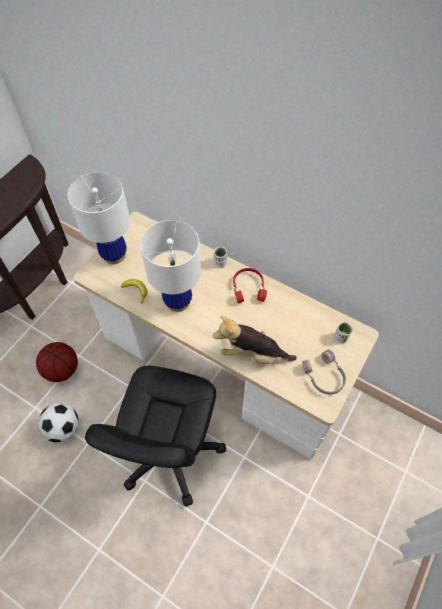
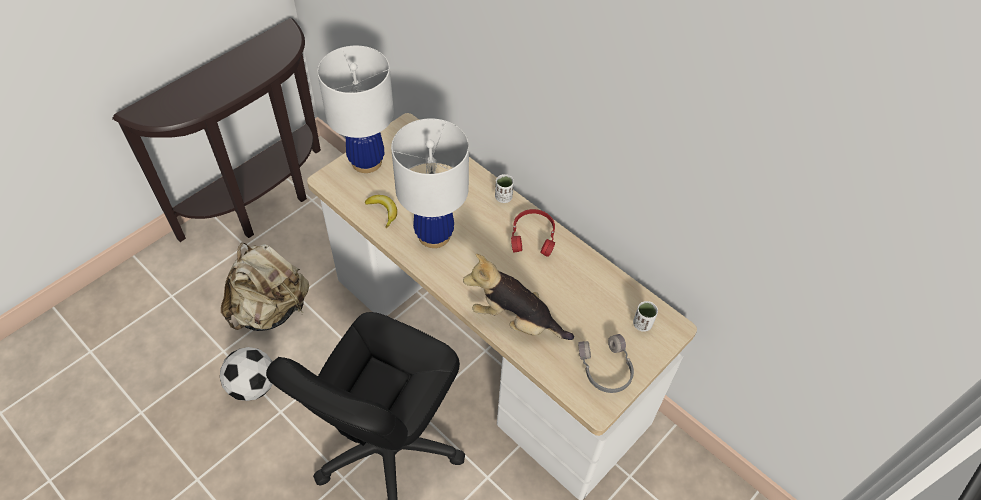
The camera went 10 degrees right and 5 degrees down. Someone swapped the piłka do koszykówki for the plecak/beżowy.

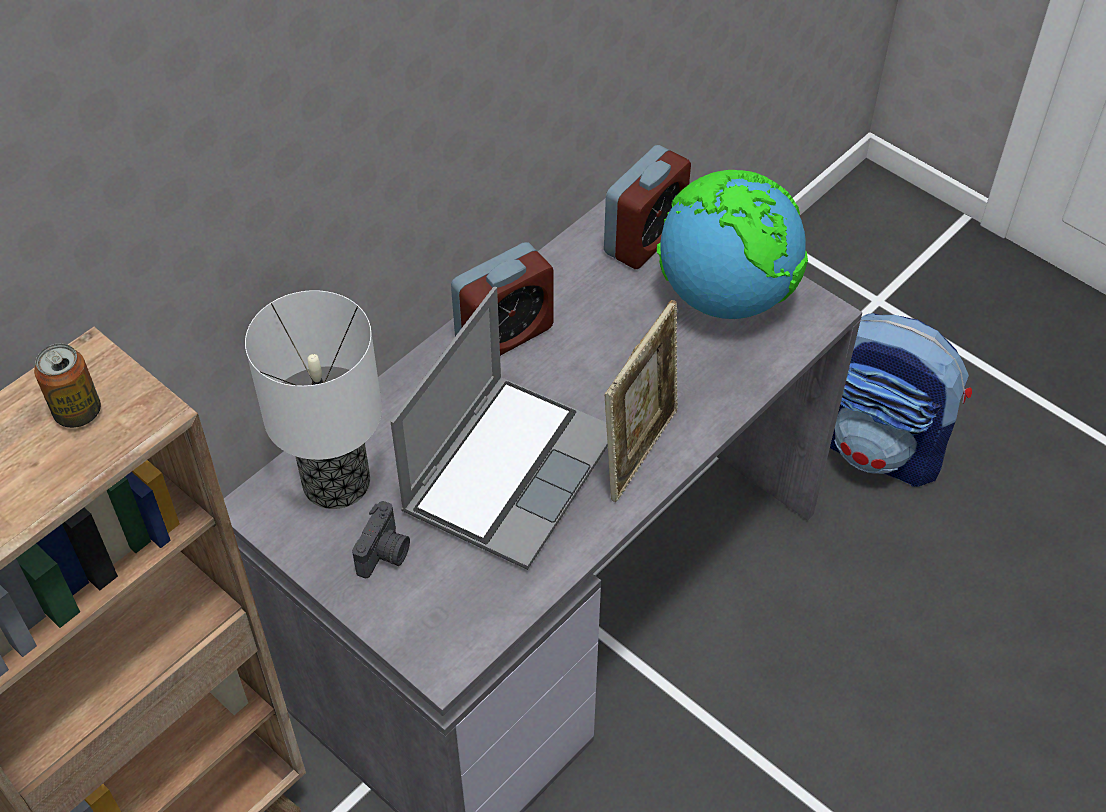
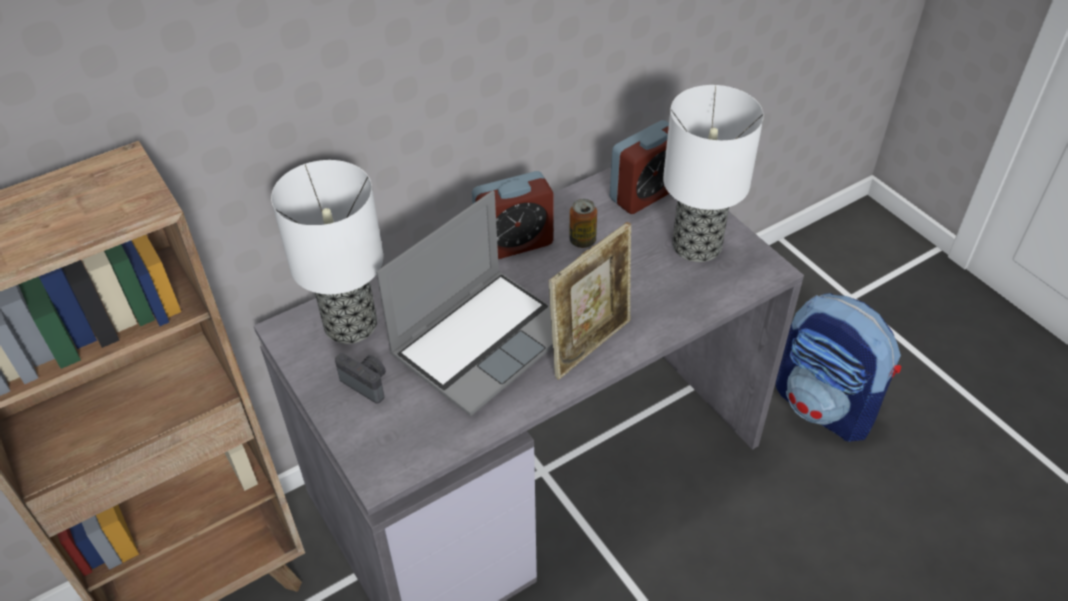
The camera went 15 degrees right and 5 degrees down. Someone rotated the aparat fotograficzny by 90 degrees counterclockwise. Someone carried the puszka. Someone swapped the globus for the lampa stołowa (2nd from left).

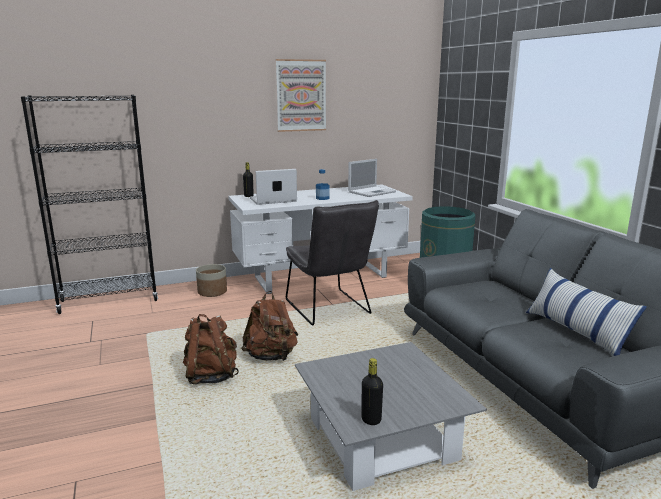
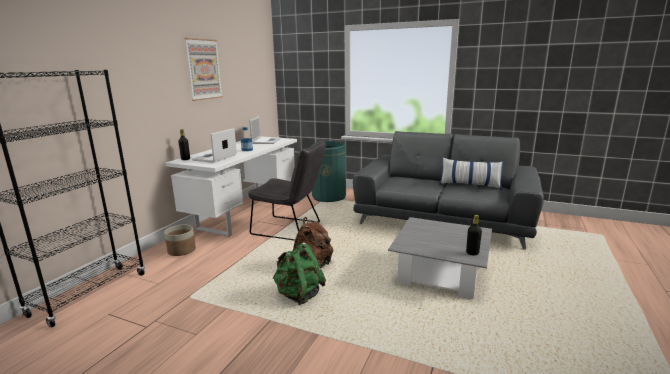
The camera went 45 degrees left and 0 degrees up. Someone repainted the plecak/brązowy (1st from left), which became the plecak/zielony.

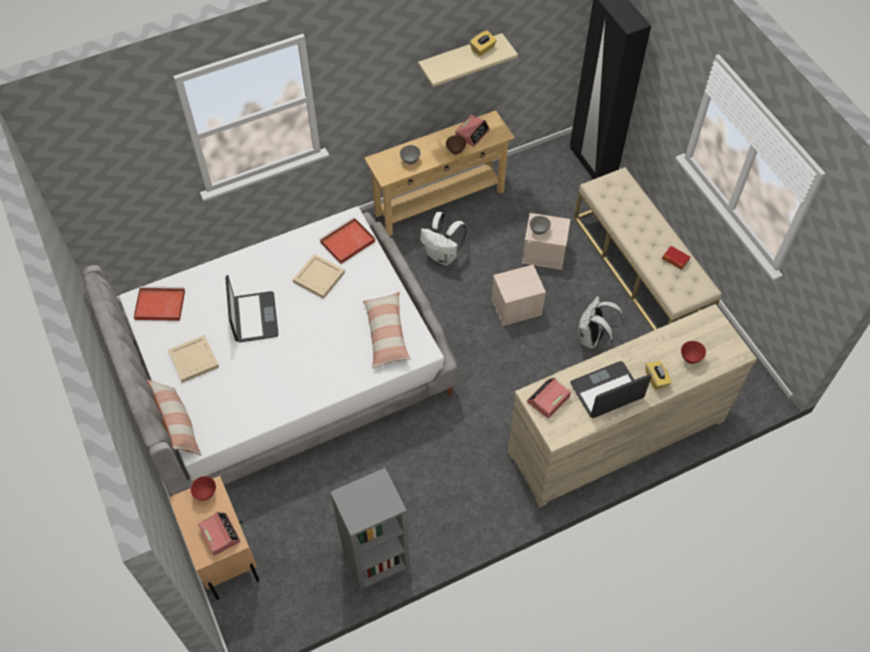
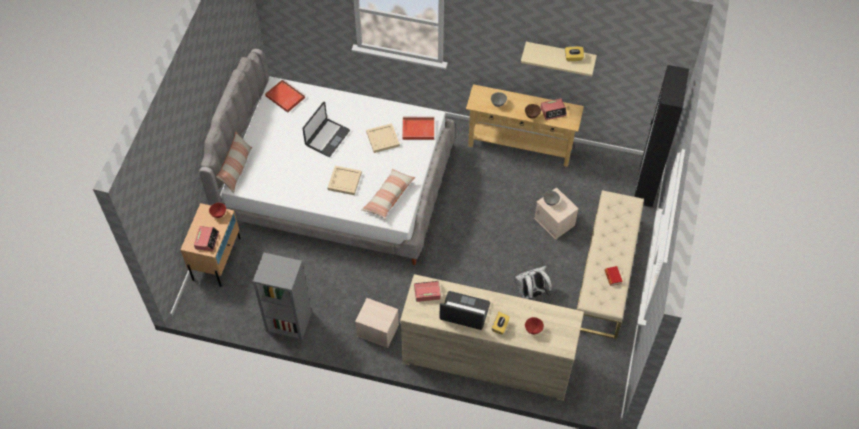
The camera went 40 degrees right and 0 degrees up. Someone carried the taca/beżowy (1st from left). Someone carried the pojemnik do przechowywania/beżowy (1st from left). Someone took away the plecak/biały (1st from left).

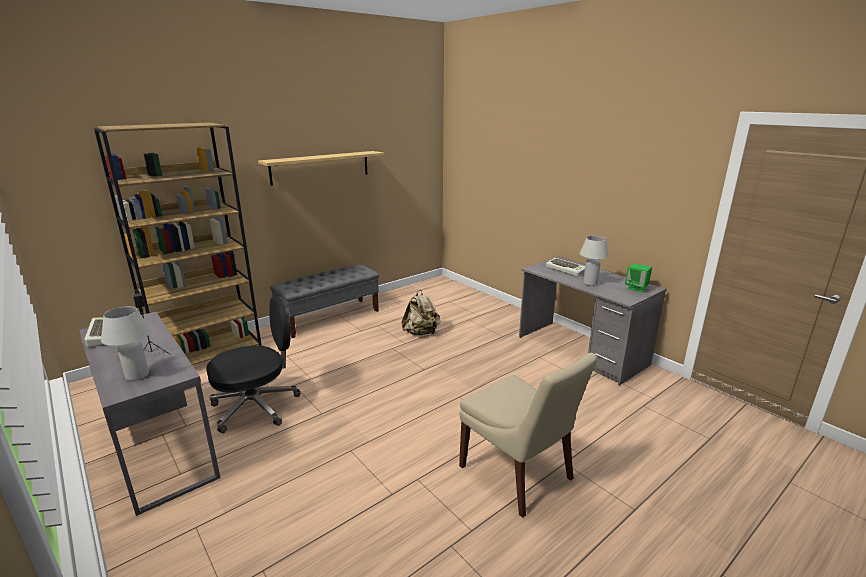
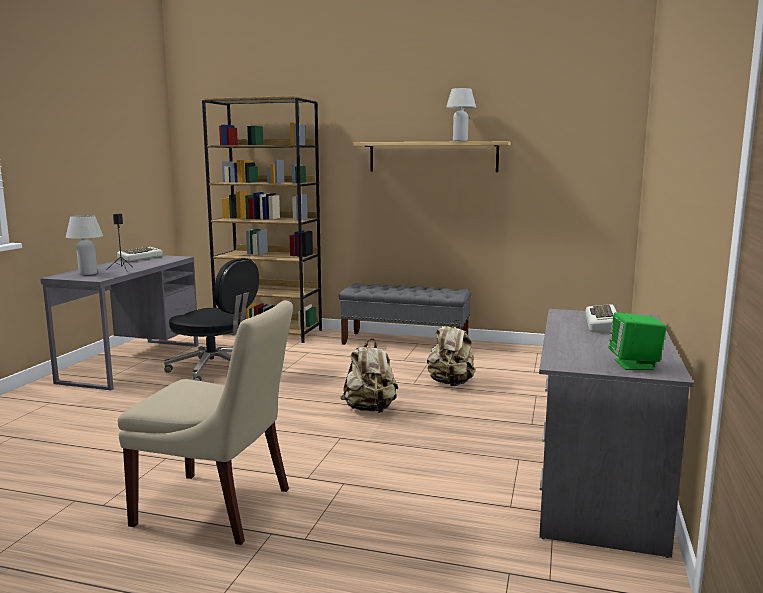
The camera went 55 degrees right and 10 degrees down. Someone rotated the krzesło/beżowy by 90 degrees counterclockwise. Someone put down the plecak/beżowy (1st from left). Someone carried the lampa stołowa/biały (2nd from left).

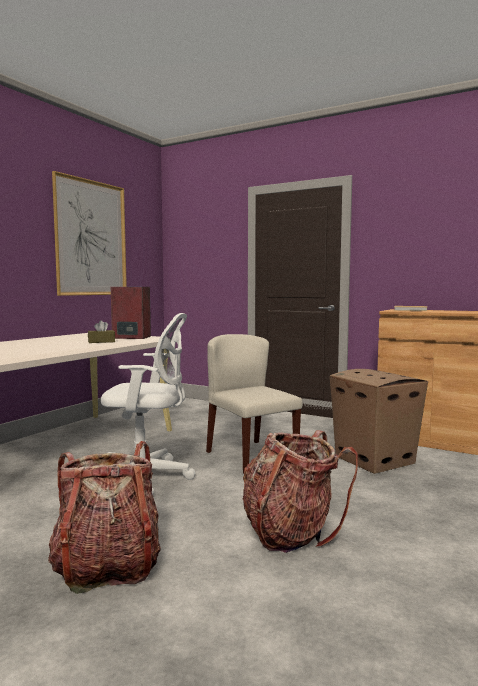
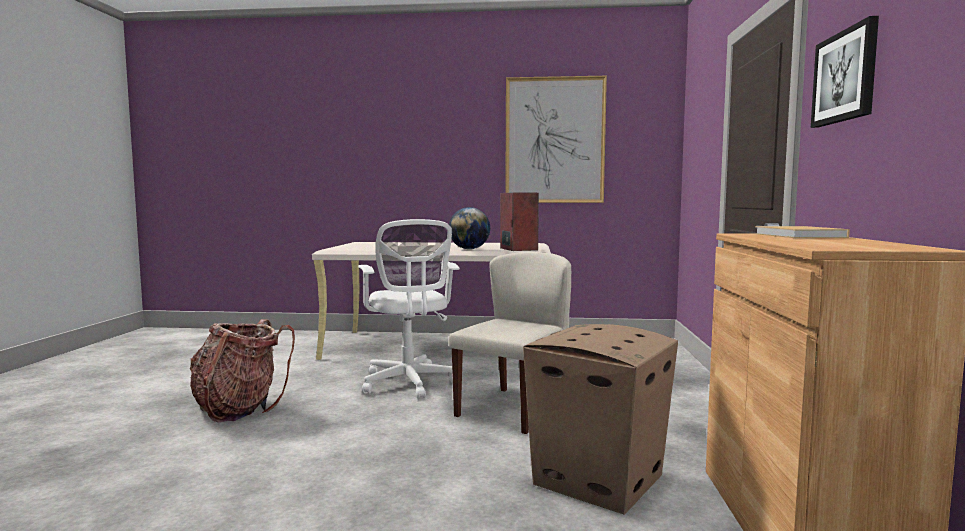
The camera went 65 degrees right and 0 degrees up. Someone swapped the pudełko chusteczek/brązowy for the globus. Someone put up the obraz (2nd from left). Someone took away the plecak (2nd from left).

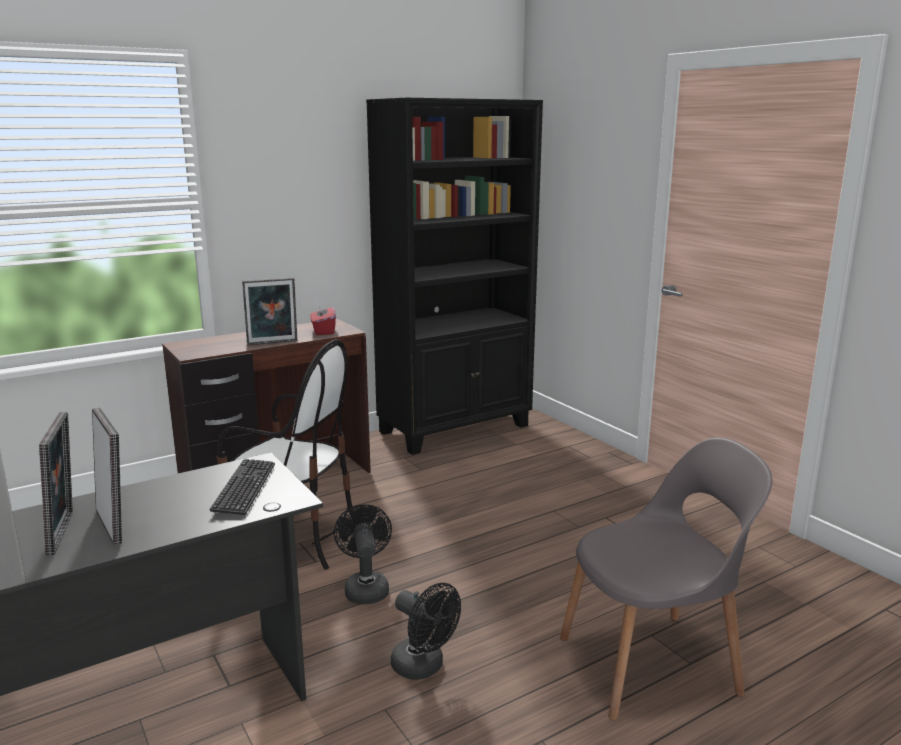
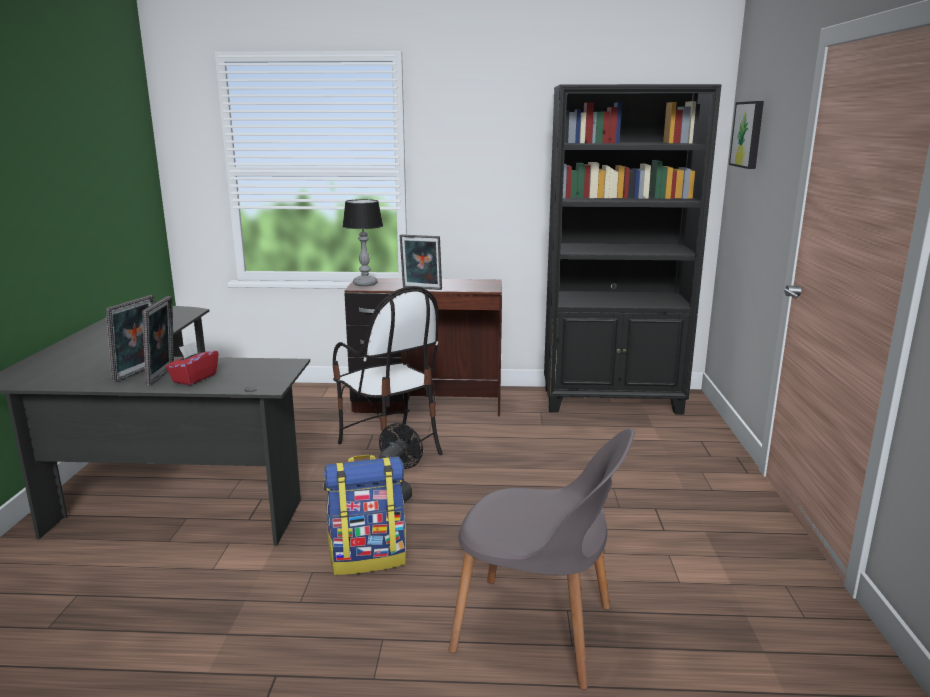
The camera went 35 degrees right and 0 degrees up. Someone carried the pudełko chusteczek/czerwony. Someone swapped the wentylator/czarny (2nd from left) for the plecak. Someone put down the lampa stołowa. Someone put up the obraz. Someone took away the klawiatura.

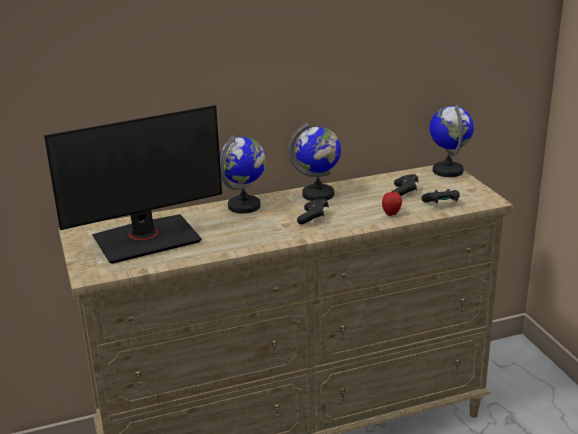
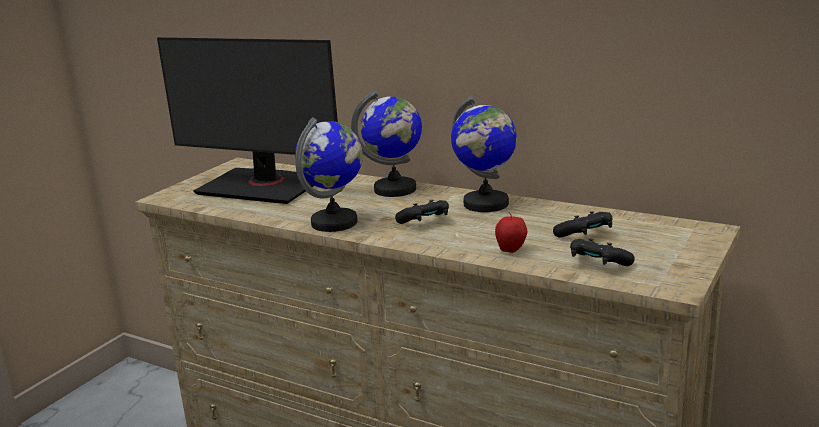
The camera went 50 degrees right and 5 degrees down. Someone carried the globus (3rd from left in the first image).

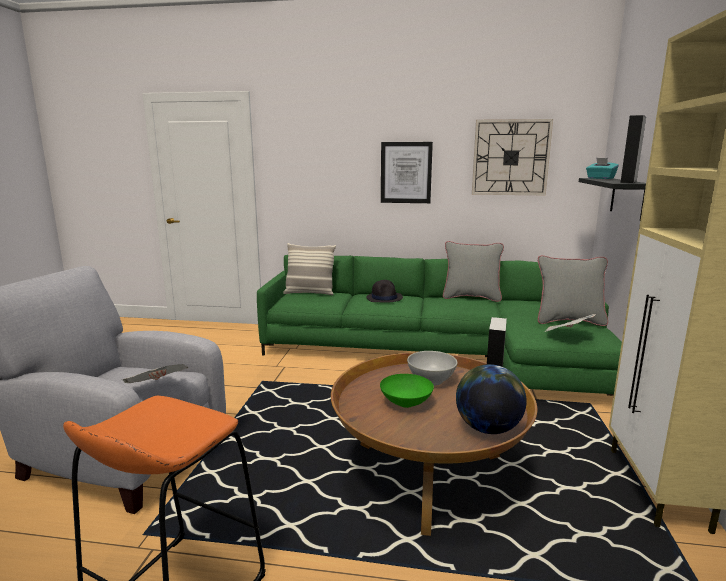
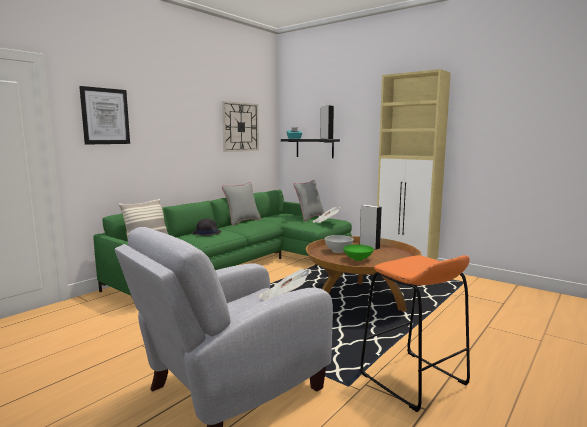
The camera went 60 degrees left and 5 degrees down. Someone carried the obraz. Someone took away the globus.

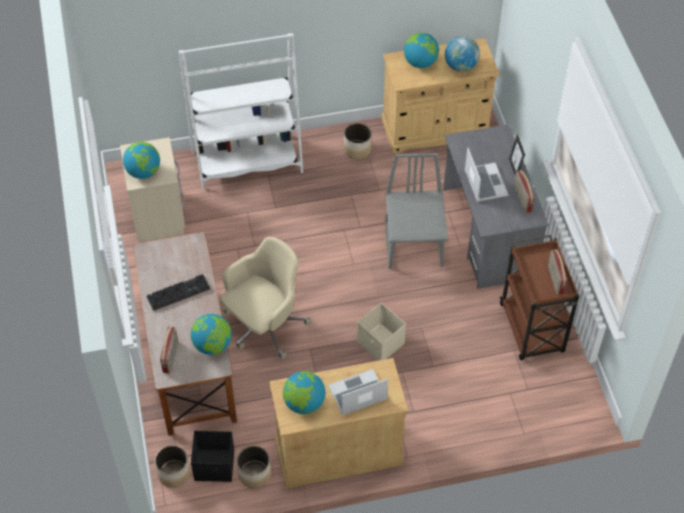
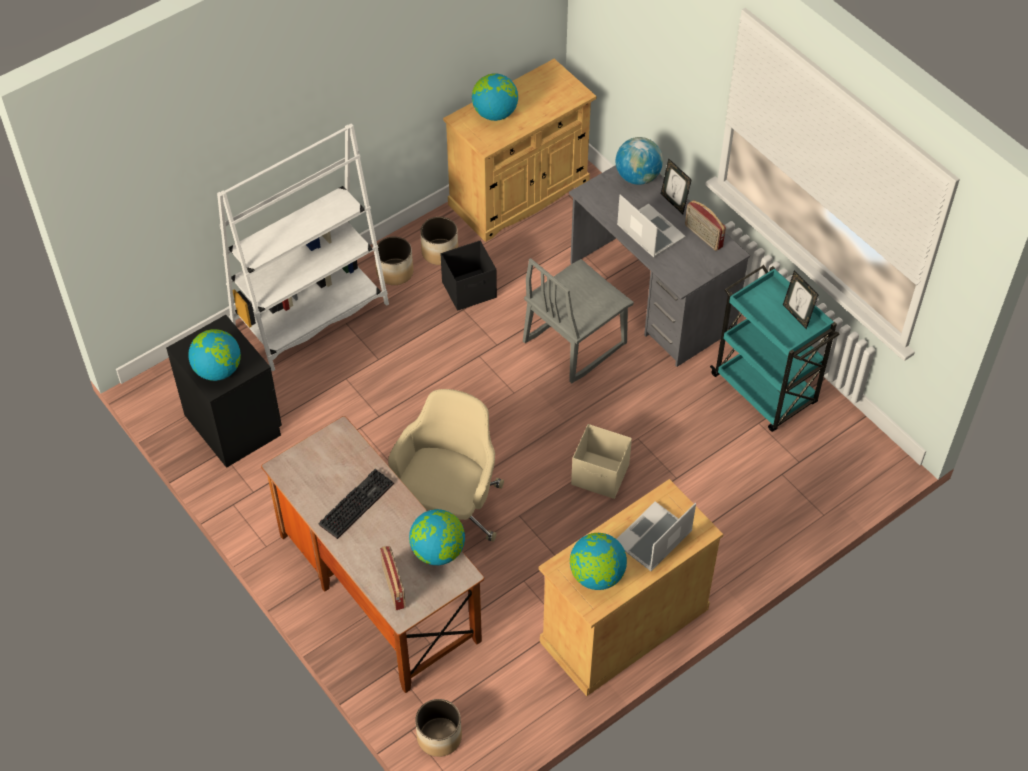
The camera went 25 degrees left and 0 degrees up. Someone repainted the szafka nocna/beżowy, which became the szafka nocna/czarny. Someone carried the donica (2nd from left in the first image). Someone carried the pojemnik do przechowywania/czarny. Someone rotated the krzesło/szary by 105 degrees counterclockwise. Someone carried the globus (5th from left). Someone repainted the wózek/brązowy, which became the wózek/turkusowy. Someone swapped the radio (3rd from left) for the ramka na zdjęcie (2nd from left).

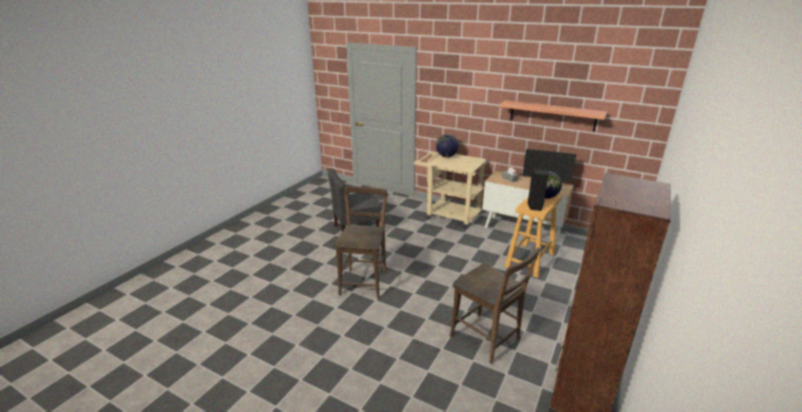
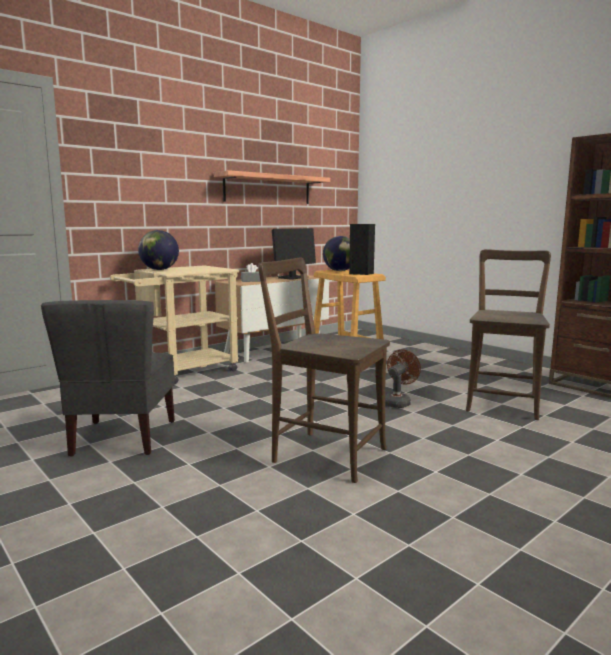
The camera went 70 degrees left and 15 degrees down. Someone put down the wentylator/brązowy. Someone rotated the krzesło/brązowy (2nd from left) by 45 degrees counterclockwise.

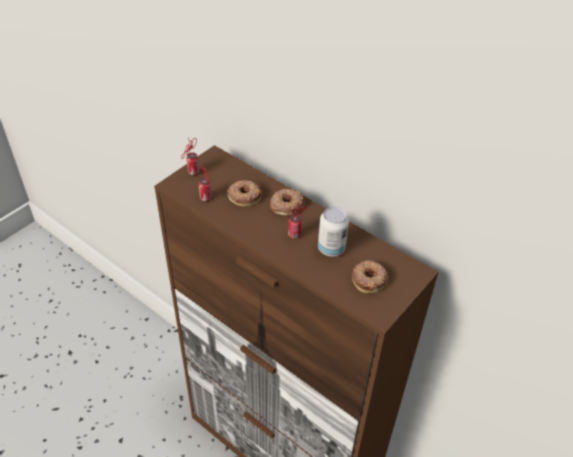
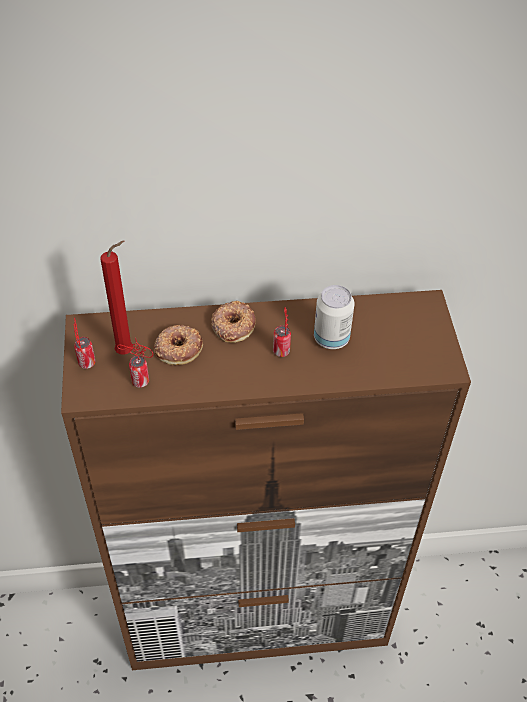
The camera went 45 degrees left and 5 degrees up. Someone put down the świeca/czerwony. Someone took away the donut (3rd from left).

